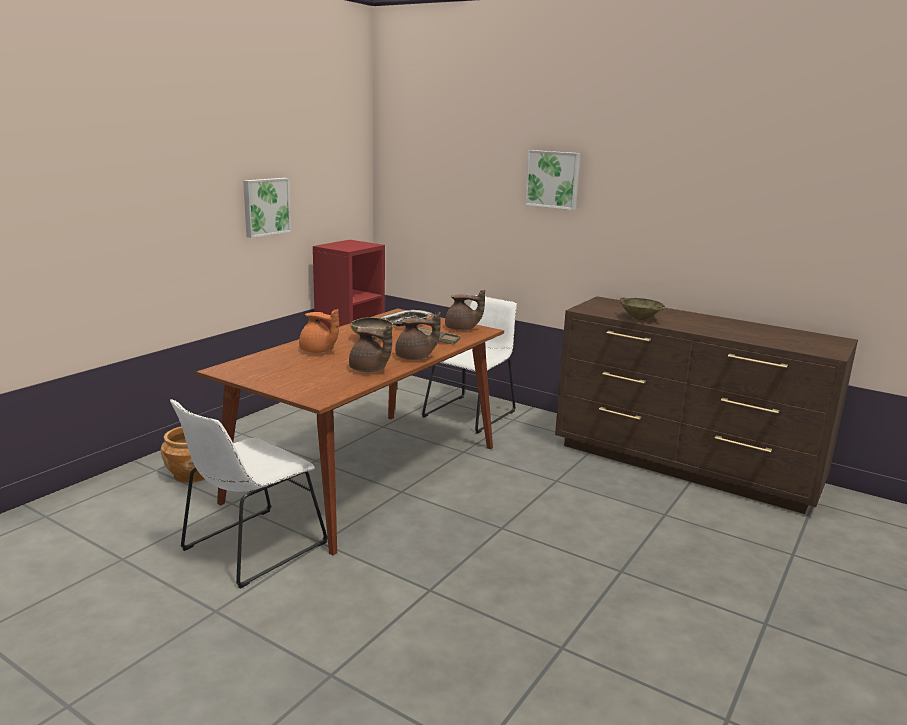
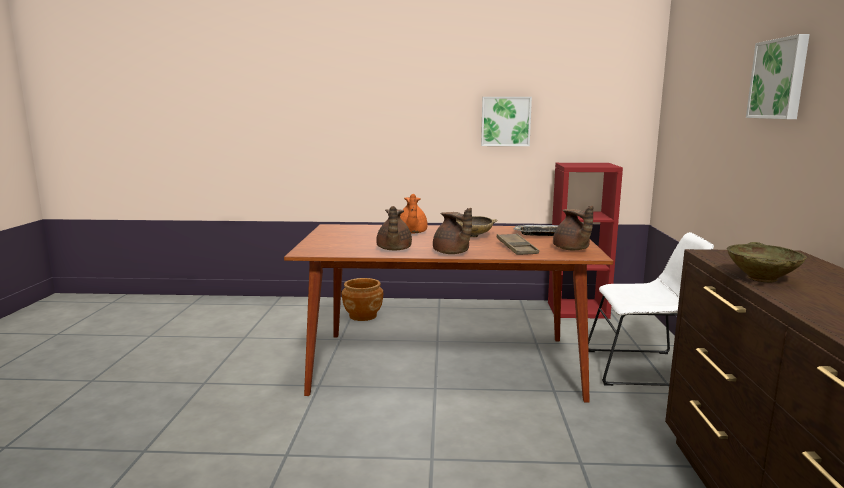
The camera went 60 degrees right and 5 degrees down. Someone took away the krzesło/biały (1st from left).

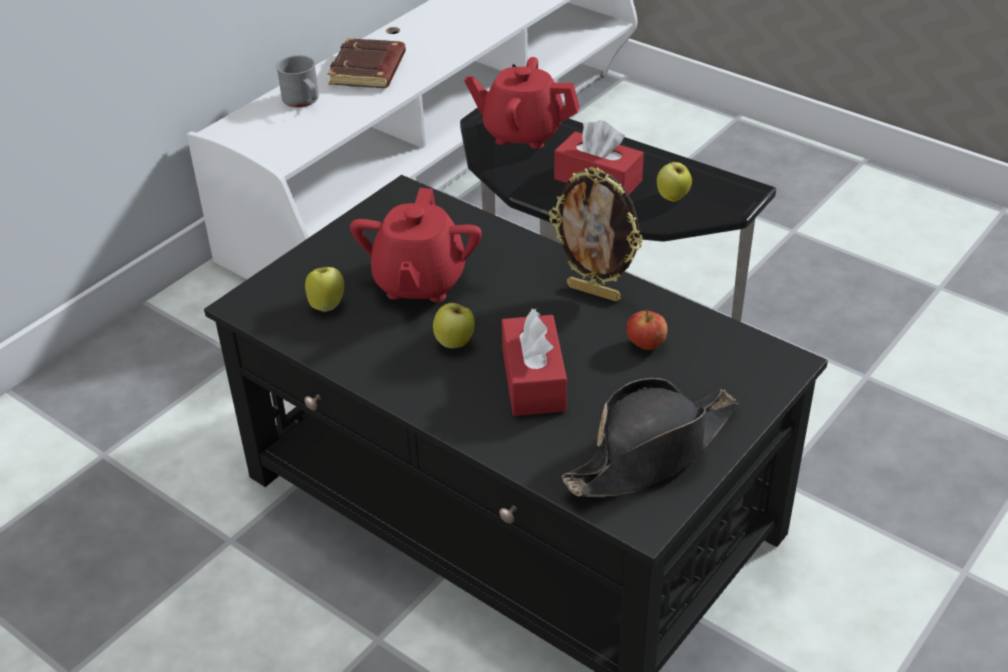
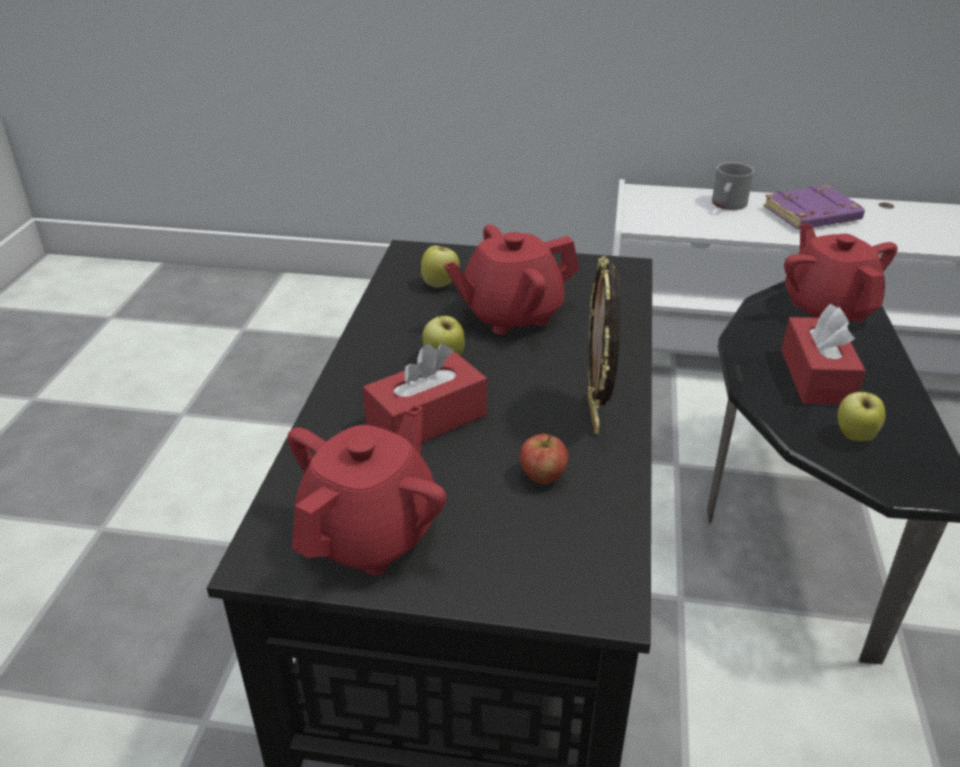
The camera went 60 degrees right and 5 degrees down. Someone swapped the kapelusz/czarny for the imbryk/czerwony (1st from left). Someone repainted the książka/brązowy, which became the książka/fioletowy.

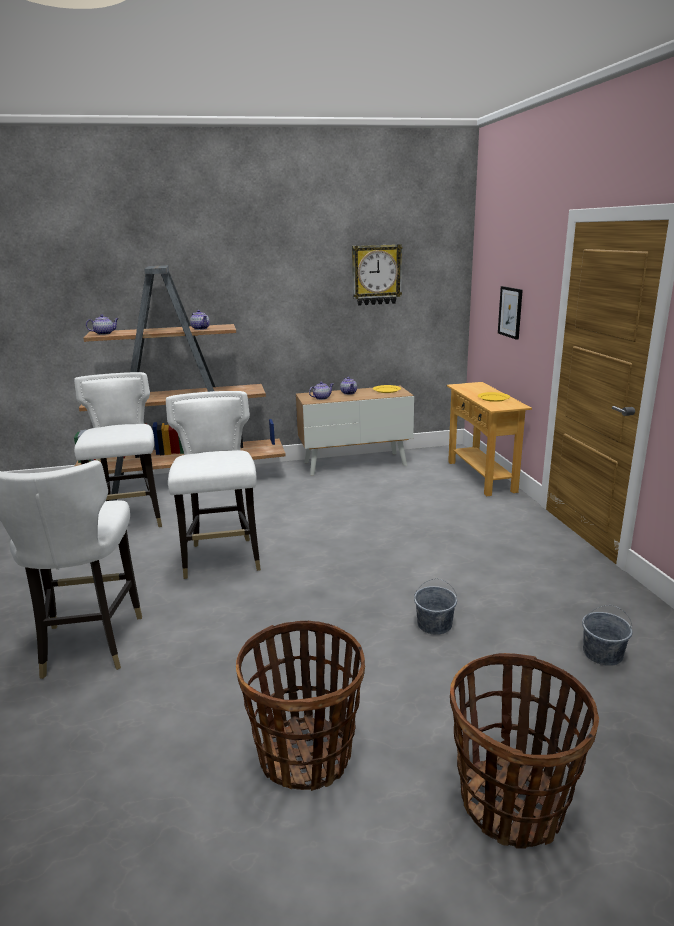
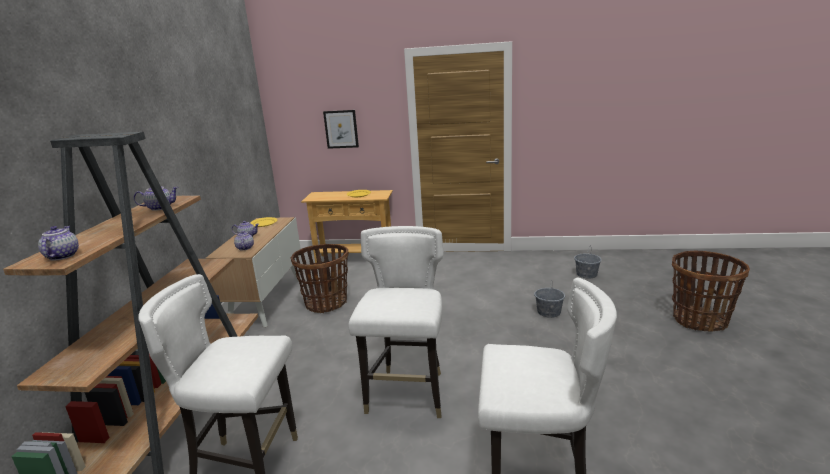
The camera went 70 degrees left and 0 degrees up. Someone carried the koszyk (1st from left). Someone rotated the krzesło/biały (3rd from left in the first image) by 90 degrees clockwise. Someone took away the zegar ścienny.

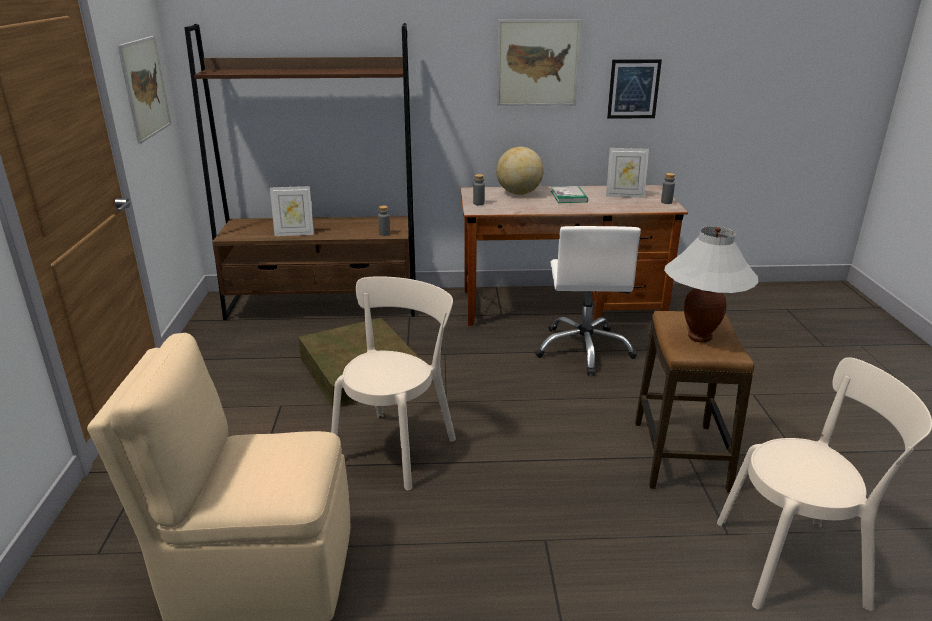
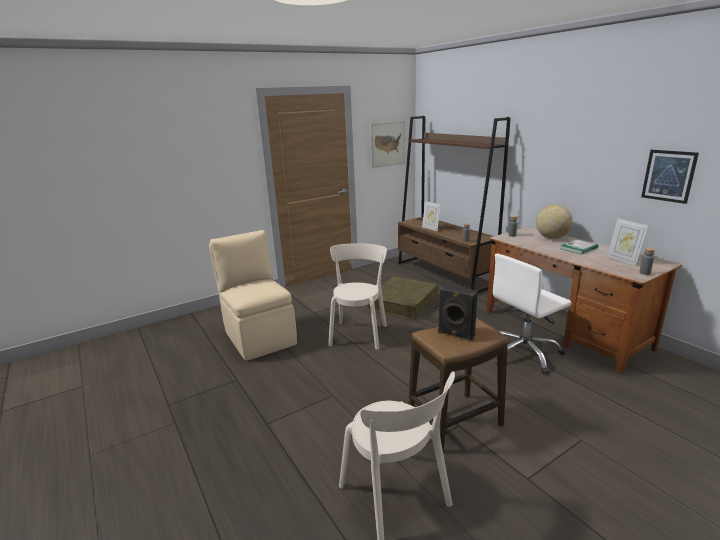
The camera went 60 degrees right and 5 degrees down. Someone rotated the krzesło/beżowy (2nd from left) by 75 degrees counterclockwise. Someone swapped the lampa stołowa/biały for the głośnik/czarny. Someone took away the obraz (2nd from left).

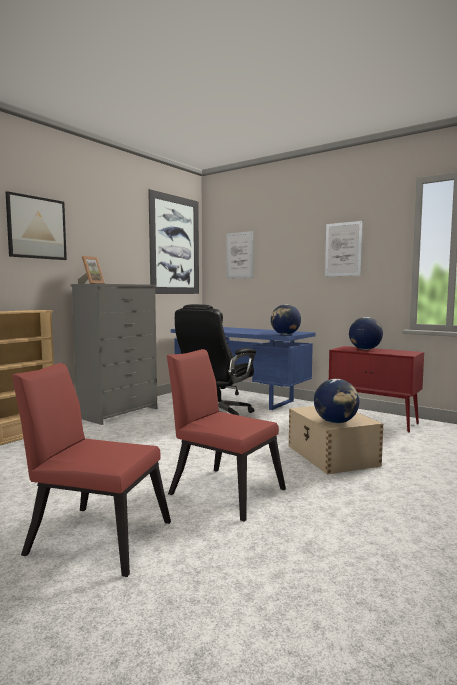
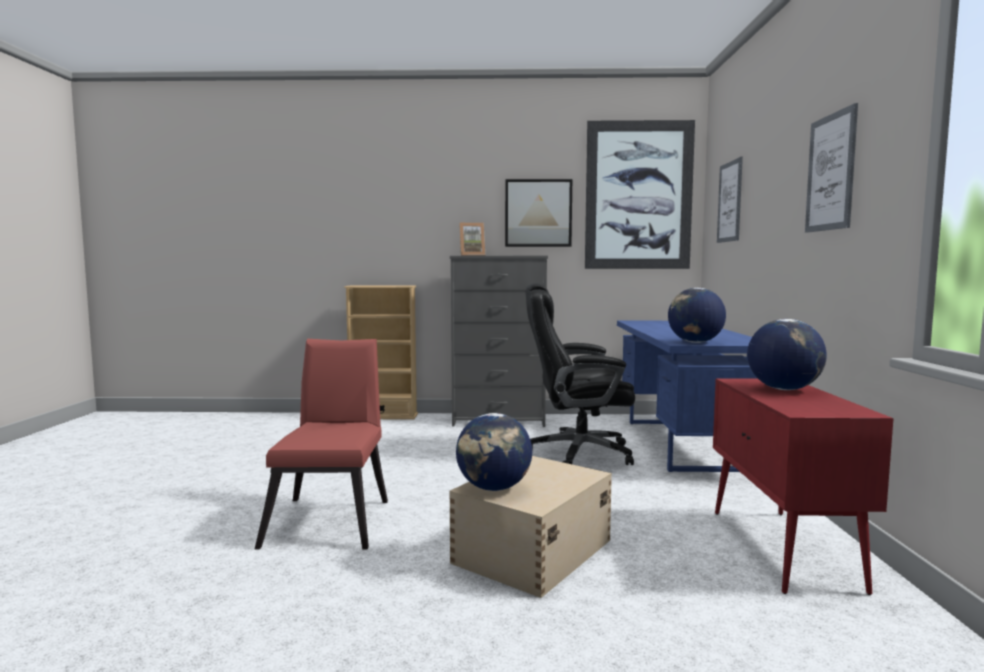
The camera went 55 degrees right and 0 degrees up. Someone carried the obraz (1st from left). Someone took away the krzesło/czerwony (1st from left).

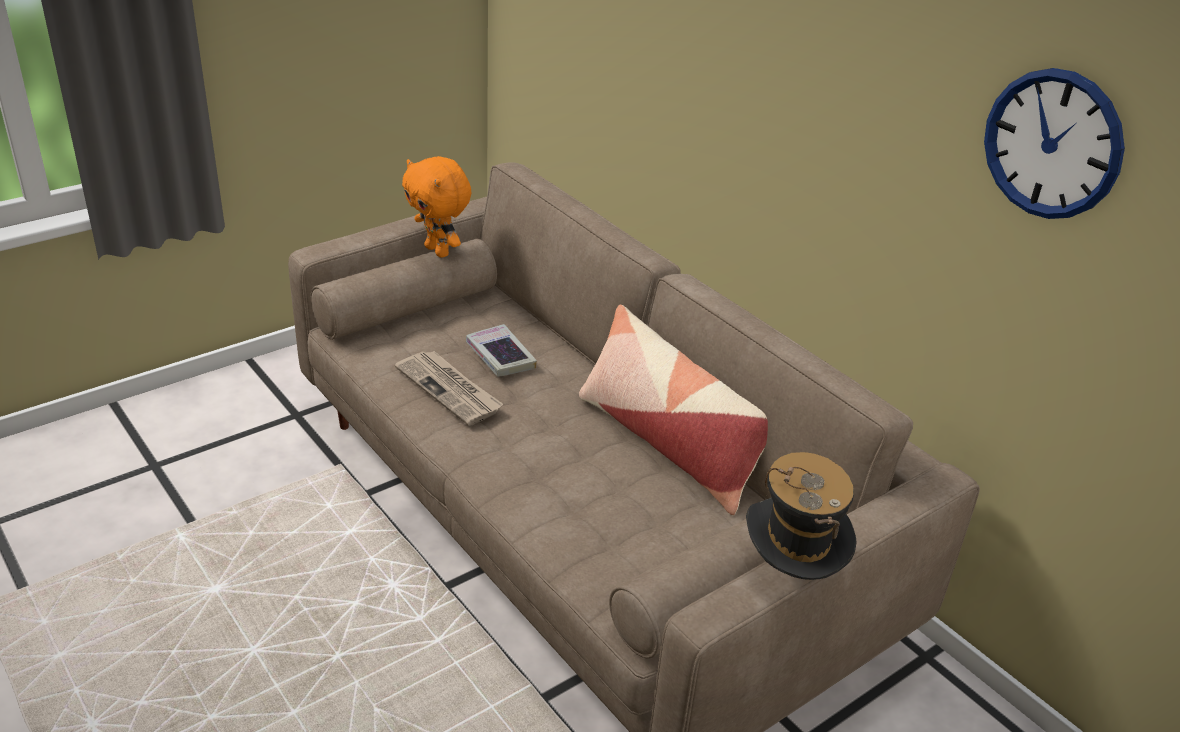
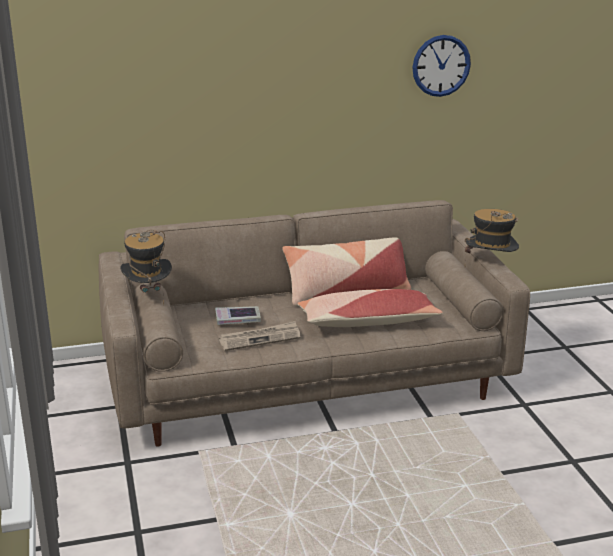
The camera went 65 degrees left and 10 degrees down. Someone swapped the pluszak/pomarańczowy for the kapelusz (1st from left). Someone put down the poduszka (2nd from left).

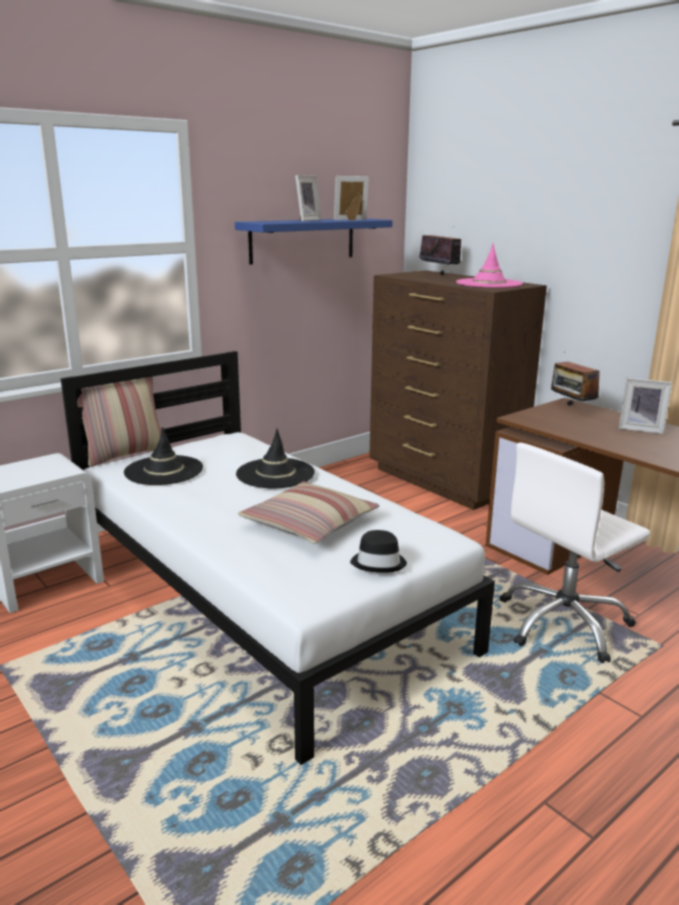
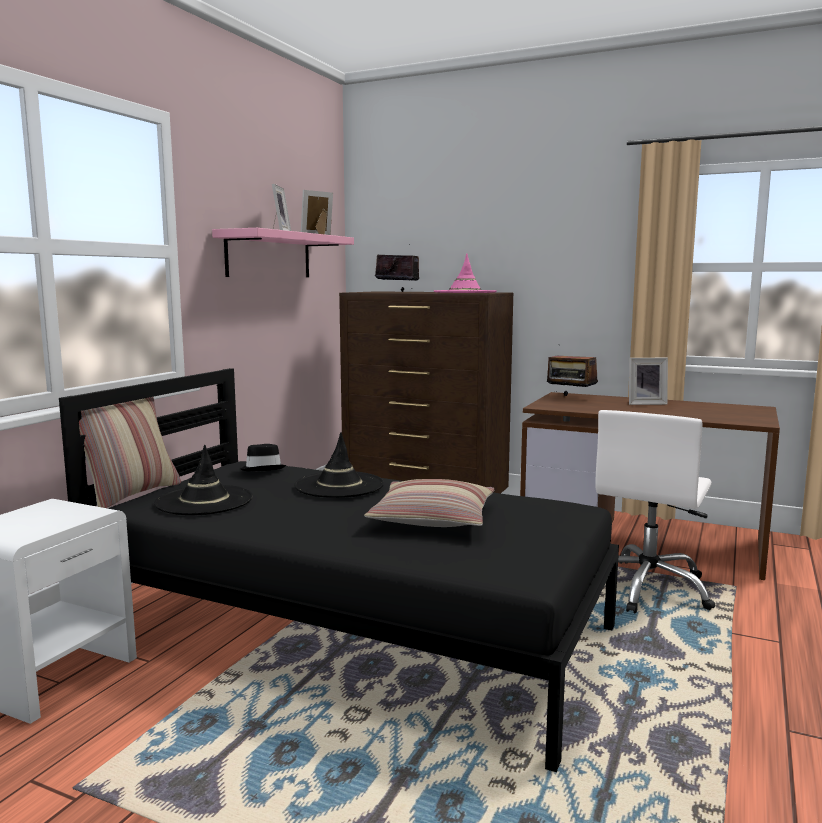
The camera went 25 degrees left and 10 degrees down. Someone repainted the łóżko/biały, which became the łóżko/czarny. Someone repainted the półka/niebieski, which became the półka/różowy. Someone carried the kapelusz/czarny (3rd from left in the first image).

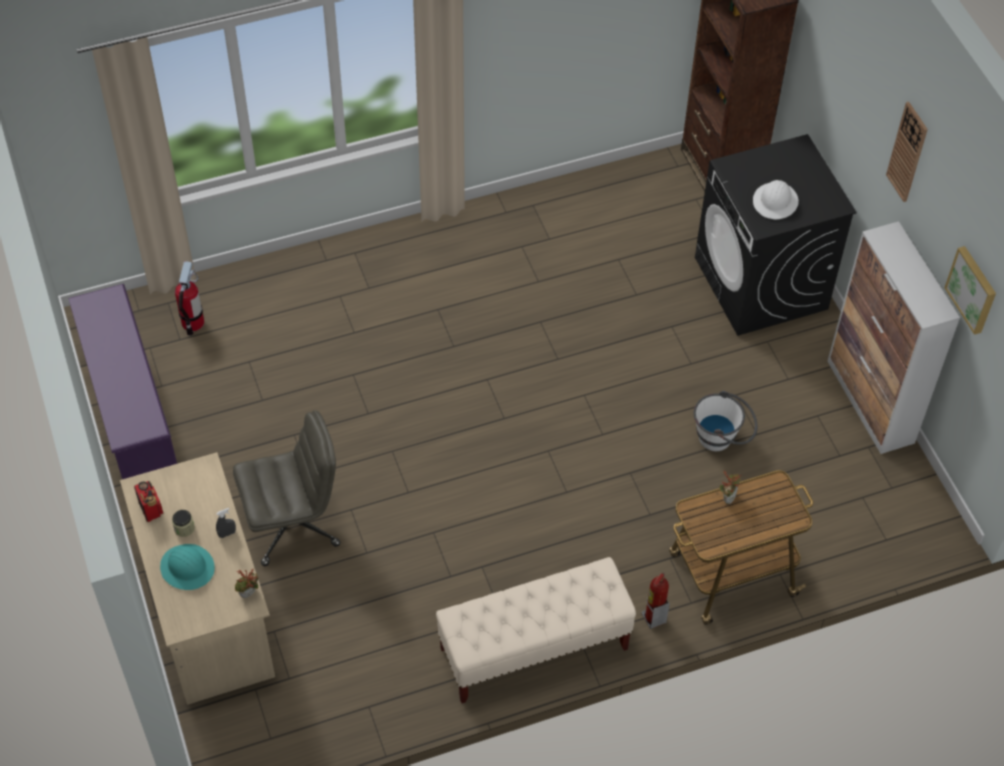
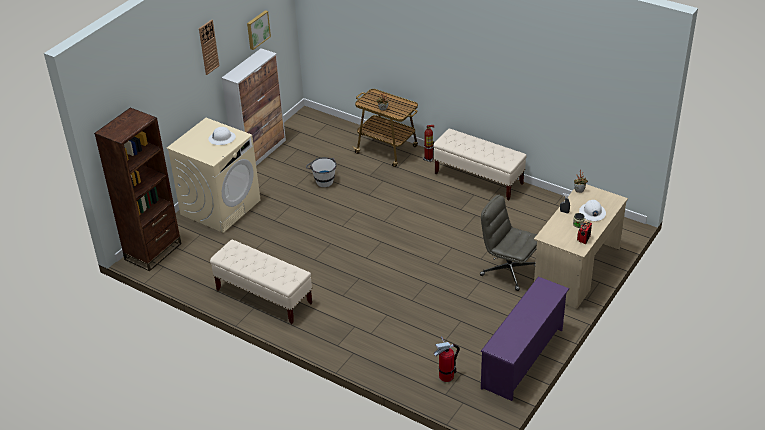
The camera went 125 degrees left and 15 degrees down. Someone repainted the pralka/czarny, which became the pralka/beżowy. Someone put down the ławka/beżowy (1st from left). Someone repainted the kask/turkusowy, which became the kask/biały (2nd from left).

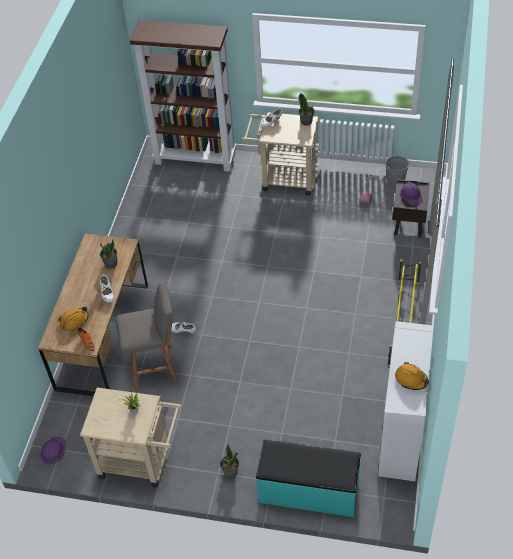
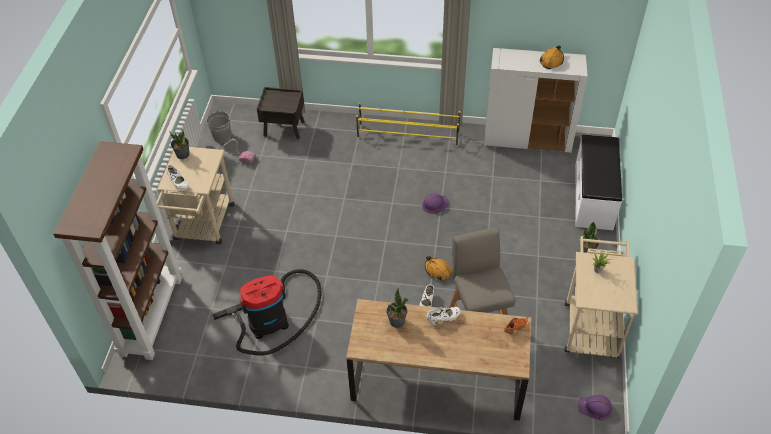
The camera went 95 degrees left and 0 degrees up. Someone put down the odkurzacz (2nd from left). Someone carried the kask/fioletowy (2nd from left in the first image). Someone carried the kask/pomarańczowy (1st from left). Someone repainted the ławka/turkusowy, which became the ławka/biały.

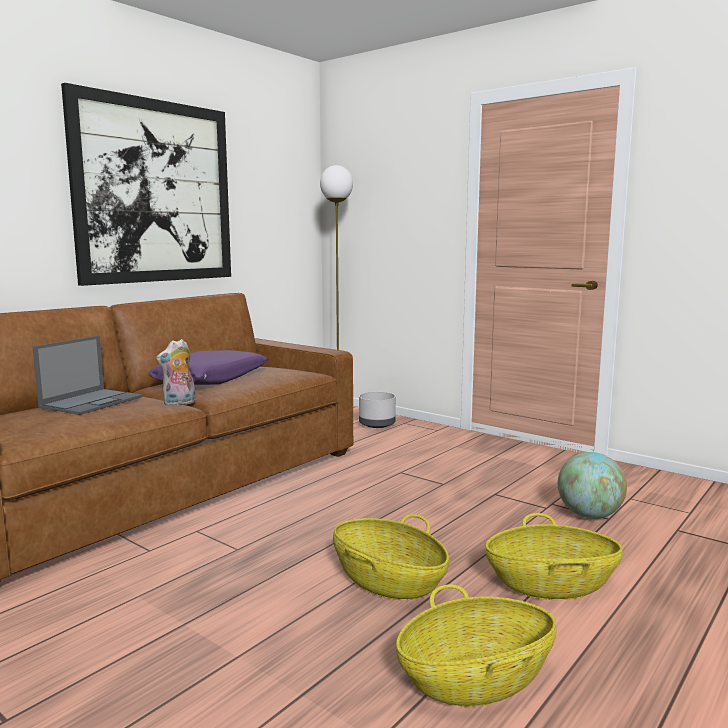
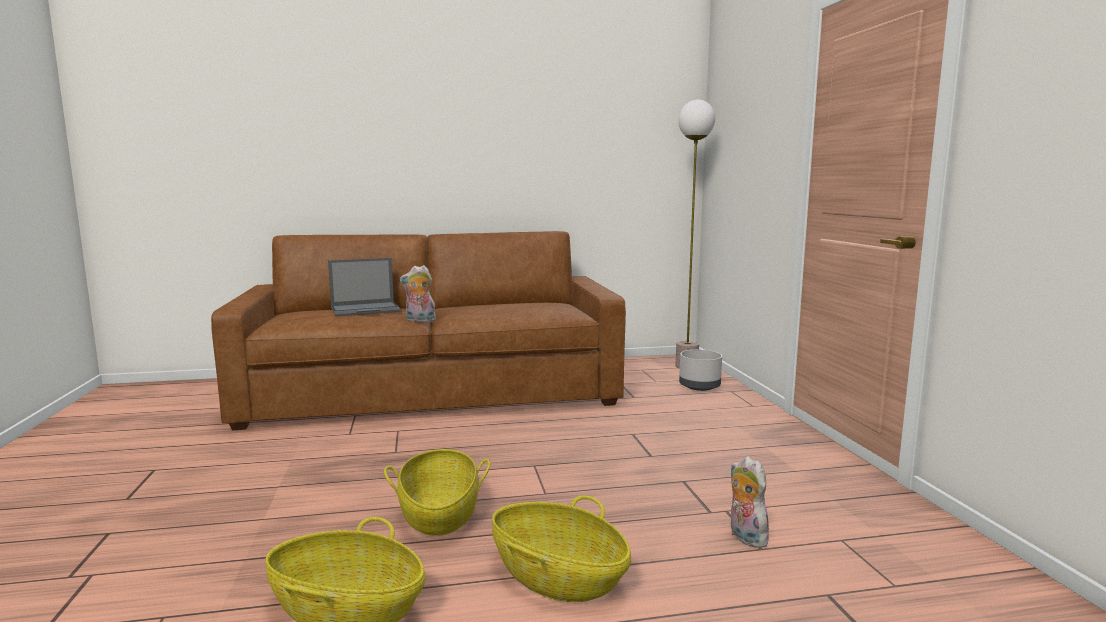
The camera went 40 degrees right and 0 degrees up. Someone swapped the globus for the pluszak (2nd from left). Someone took away the obraz. Someone took away the poduszka/fioletowy.

